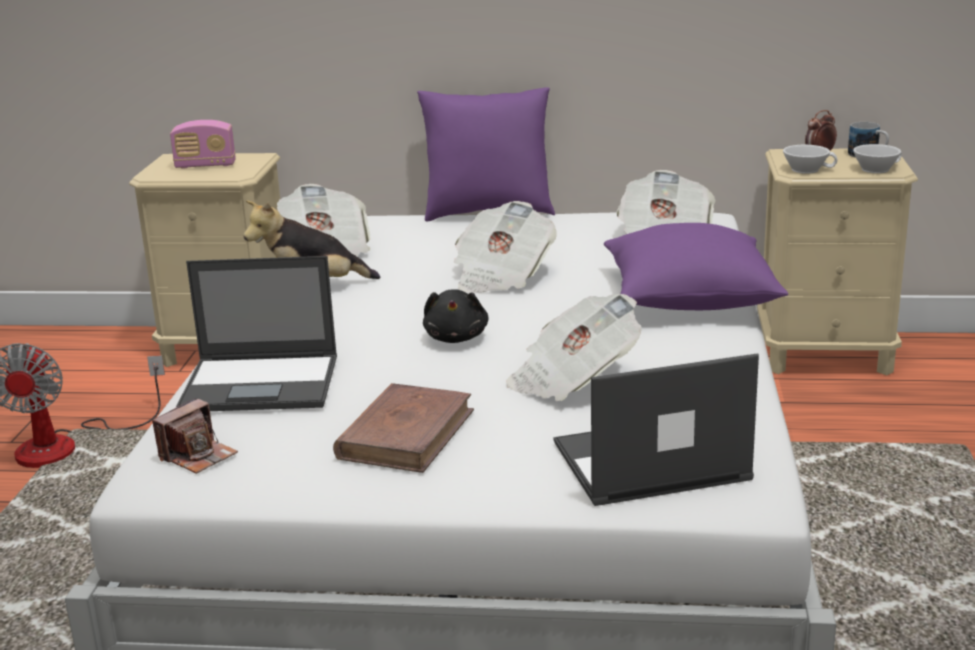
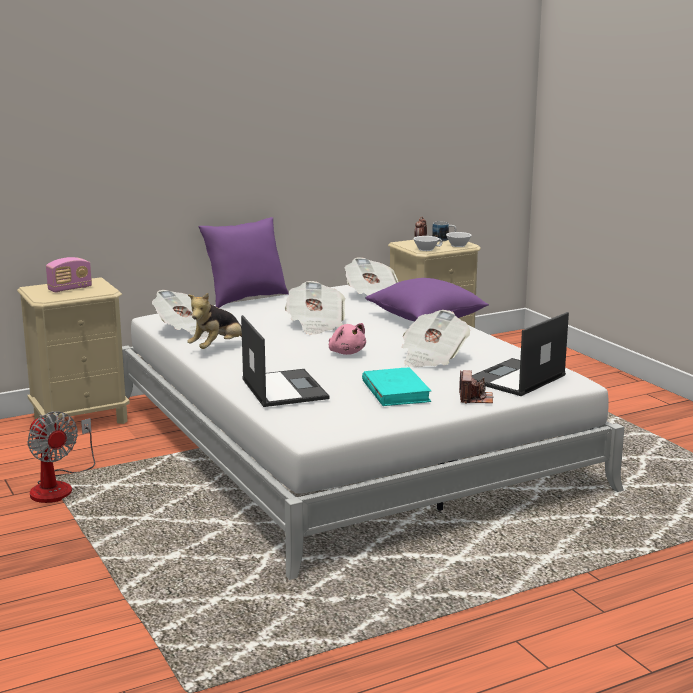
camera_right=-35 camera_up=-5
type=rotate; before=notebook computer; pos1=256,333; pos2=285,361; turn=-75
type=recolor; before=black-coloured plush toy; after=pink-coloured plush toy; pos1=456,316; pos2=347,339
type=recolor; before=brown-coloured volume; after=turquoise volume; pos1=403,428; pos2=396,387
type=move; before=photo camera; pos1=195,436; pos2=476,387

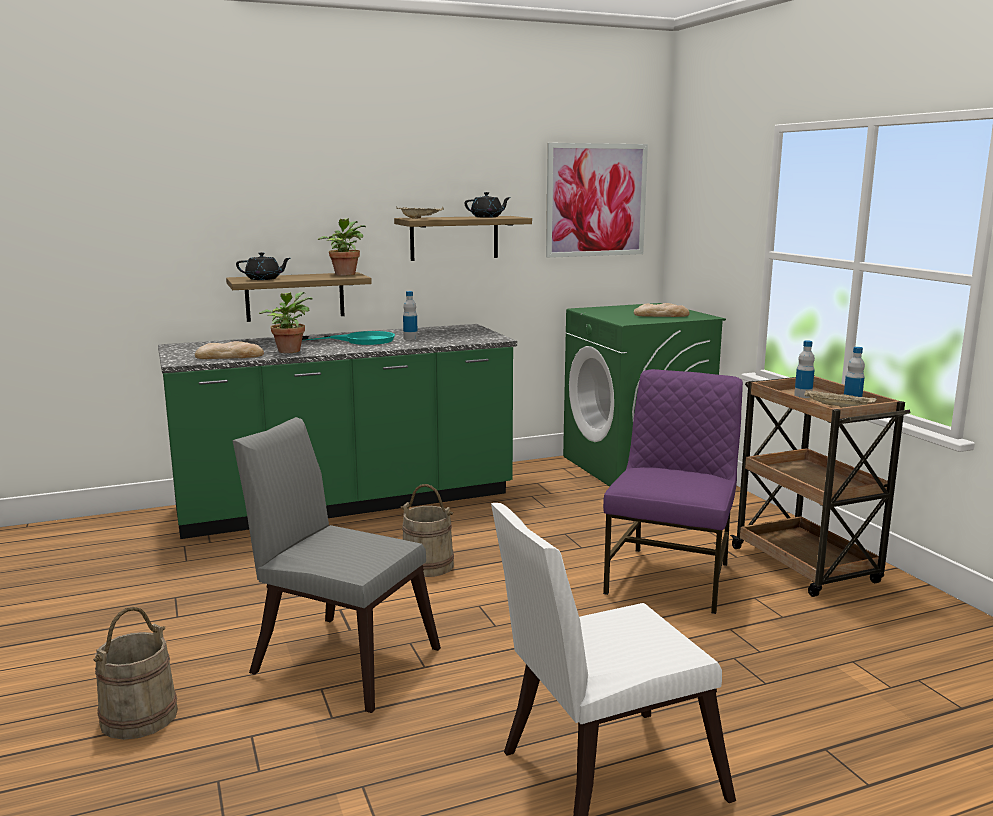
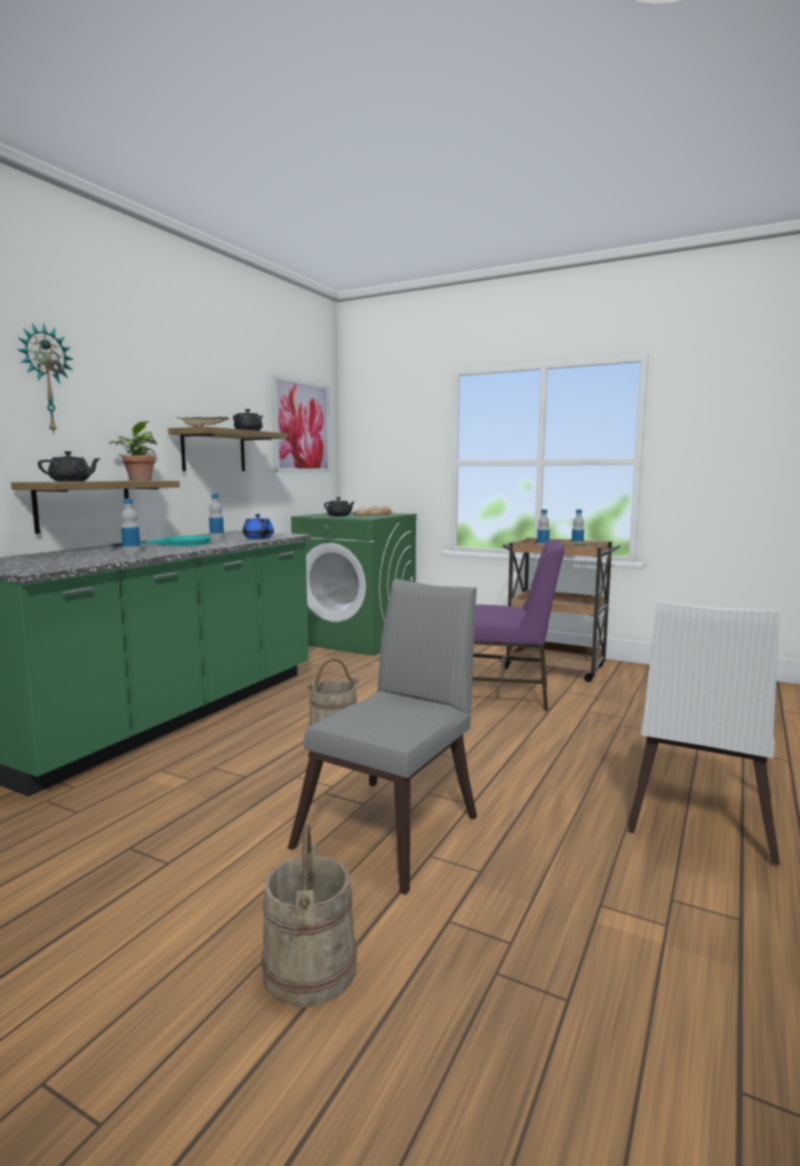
camera_right=-40 camera_up=-5
type=insert; after=clock on the wall; pos2=45,379
type=replace; before=potted plant; after=beverage bottle; pos1=285,322; pos2=131,527
type=insert; after=bluish tea pot; pos2=258,526
type=rotate; before=grey plain chair; pos1=336,565; pos2=382,737; turn=135
type=insert; after=black-coloured tea pot; pos2=339,506
type=rotate; before=purplish plain chair; pos1=673,491; pos2=518,625; turn=120
type=delete; before=baked bread; pos1=229,350

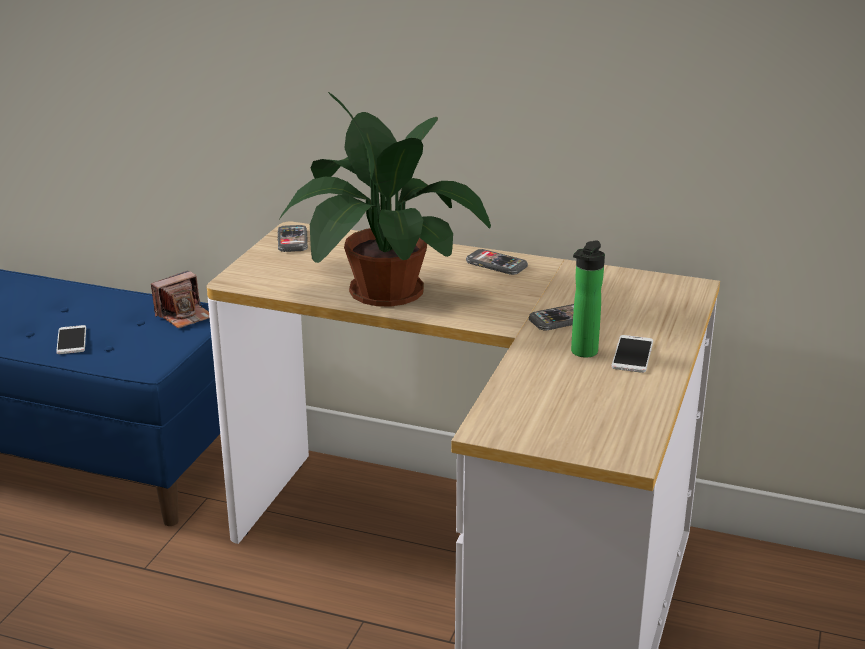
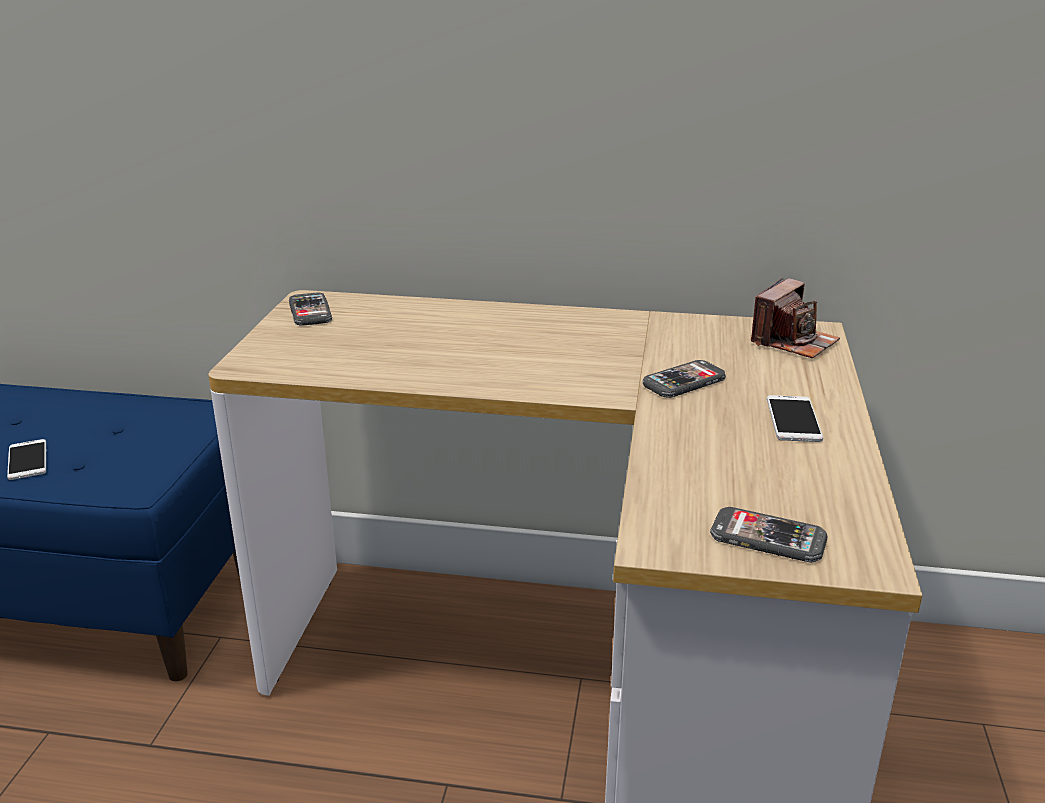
camera_right=-10 camera_up=0
type=move; before=phone; pos1=497,262; pos2=768,535
type=move; before=photo camera; pos1=180,299; pos2=795,318
type=delete; before=potted plant; pos1=385,199
type=delete; before=beverage bottle; pos1=588,299

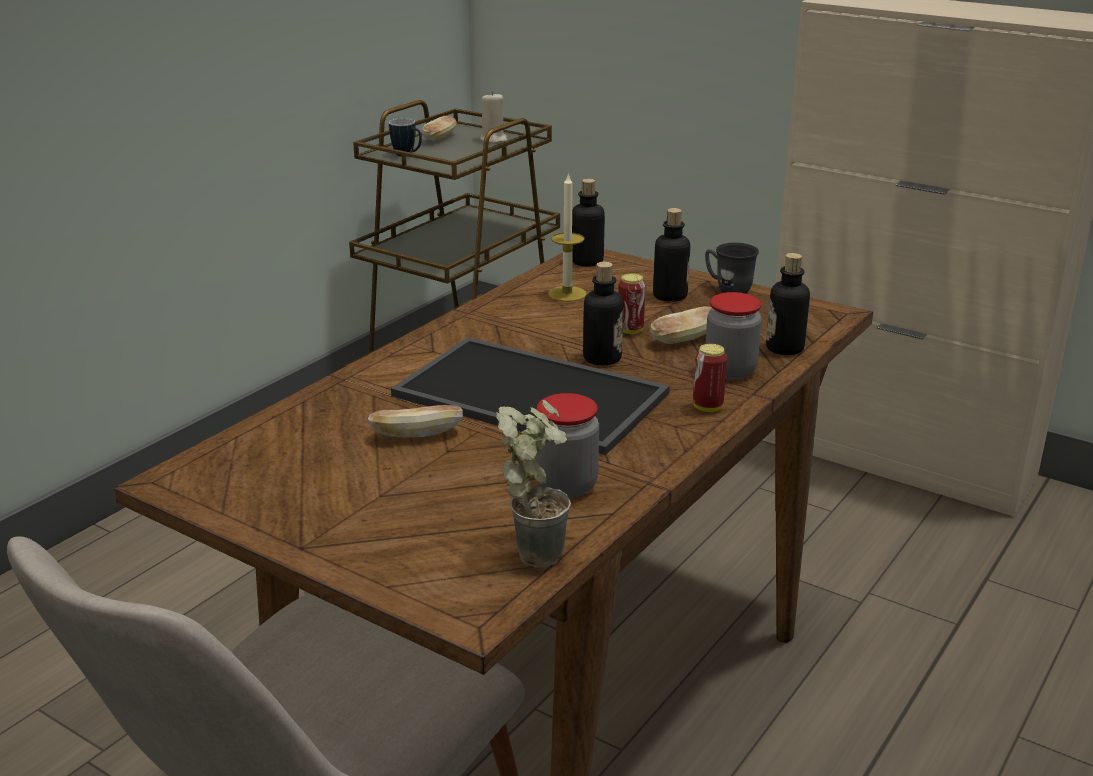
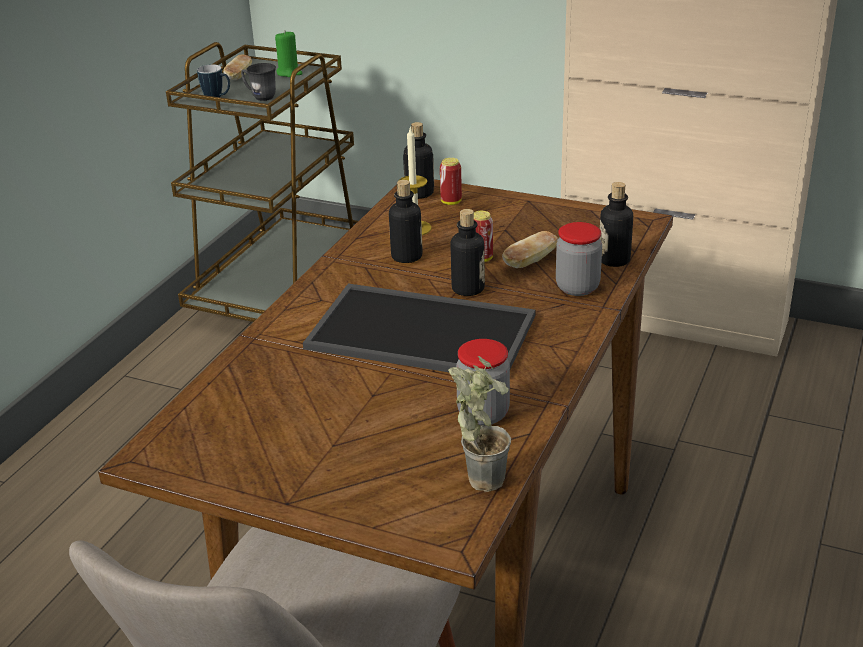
camera_right=-10 camera_up=5
type=move; before=grey mug; pos1=732,268; pos2=258,82
type=recolor; before=beige wax light; after=green wax light; pos1=494,117; pos2=289,53
type=move; before=beverage bottle; pos1=671,255; pos2=406,221
type=move; before=sealed can; pos1=710,378; pos2=451,181
type=delete; before=baked bread; pos1=415,421

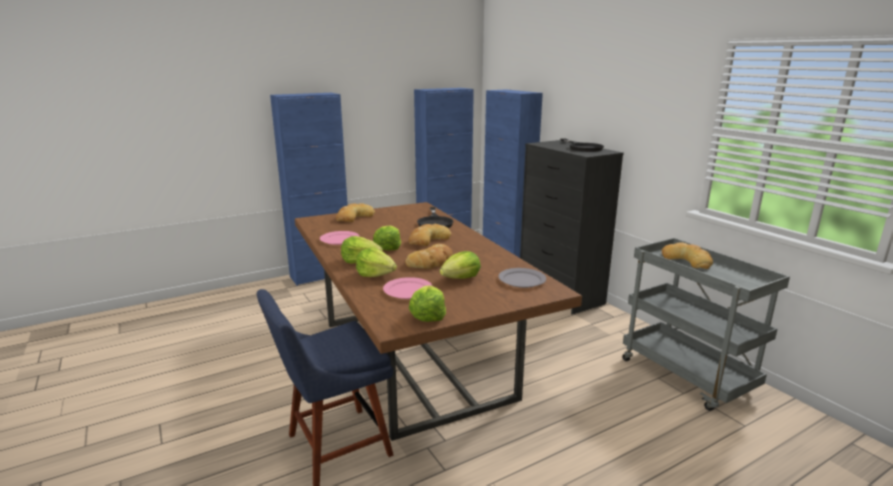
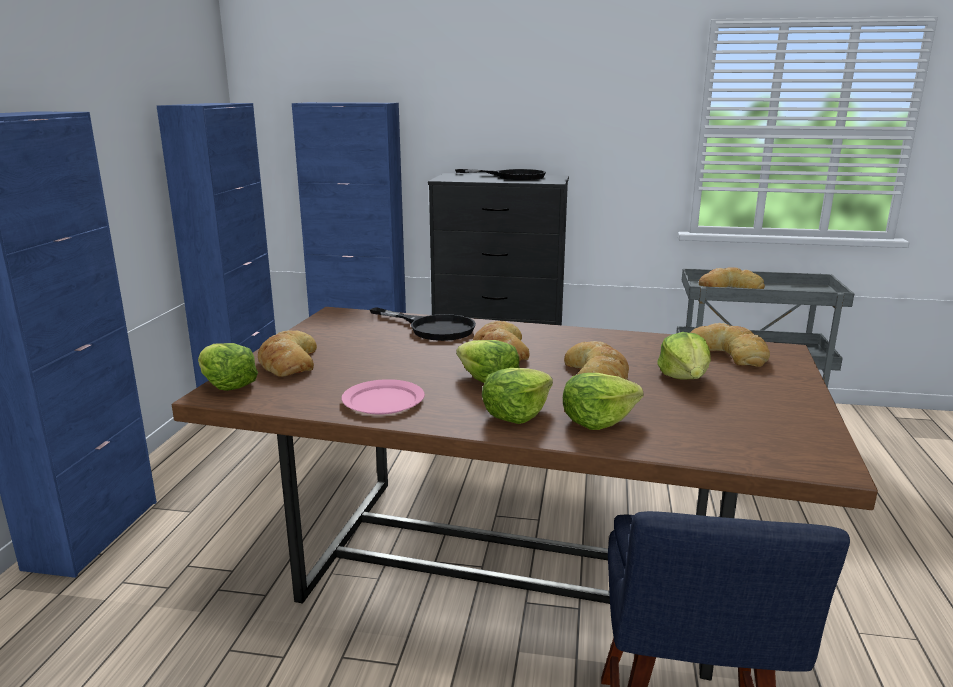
camera_right=-50 camera_up=0
type=move; before=head of lettuce; pos1=427,303; pos2=228,367
type=replace; before=grey dinner plate; after=baked bread; pos1=522,278; pos2=730,345
type=delete; before=pink-coloured dinner plate; pos1=407,288

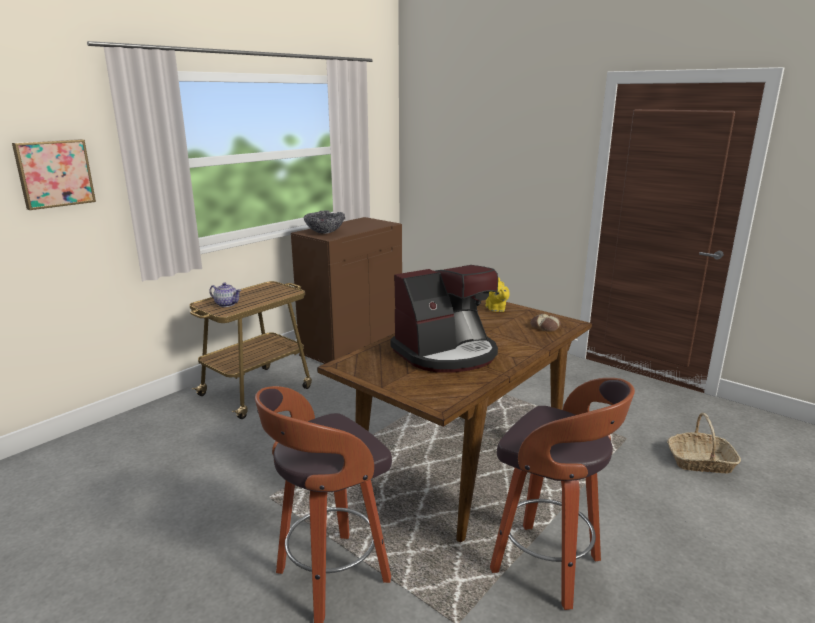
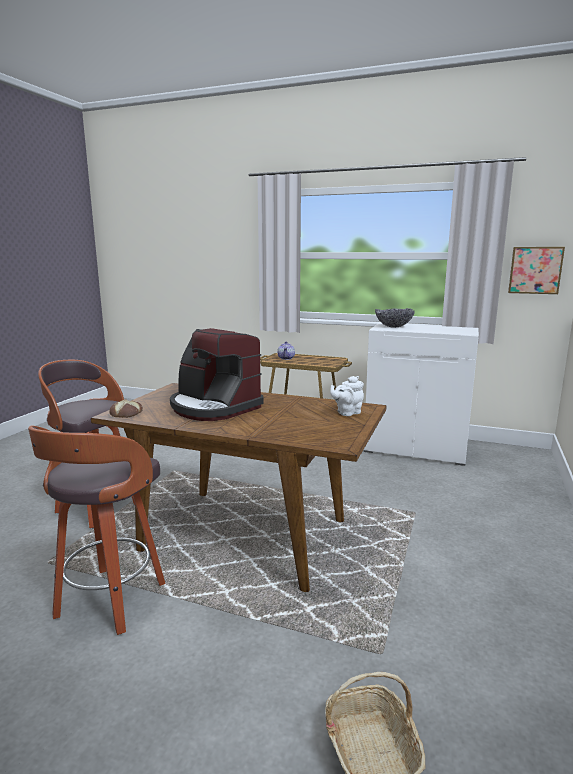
camera_right=70 camera_up=-5
type=move; before=baked bread; pos1=545,322; pos2=126,408
type=recolor; before=yellow-coloured tea pot; after=white tea pot; pos1=498,294; pos2=347,396
type=recolor; before=brown-coloured cabinet; after=white cabinet; pos1=346,290; pos2=421,394
type=move; before=wall picture; pos1=54,174; pos2=536,270

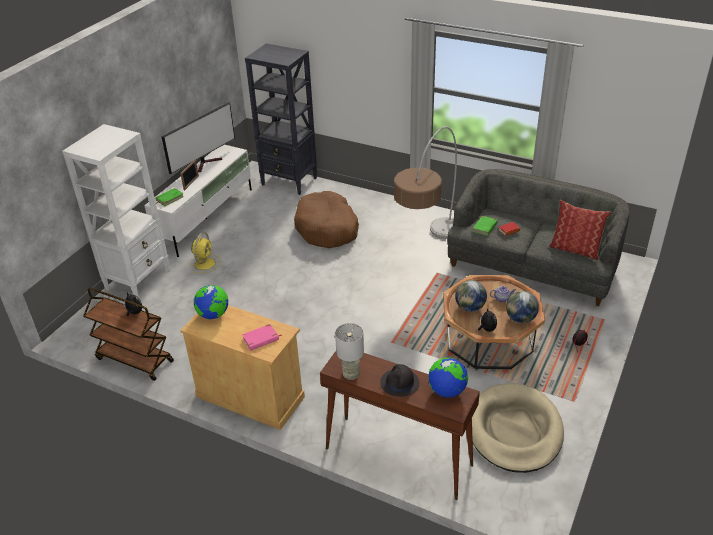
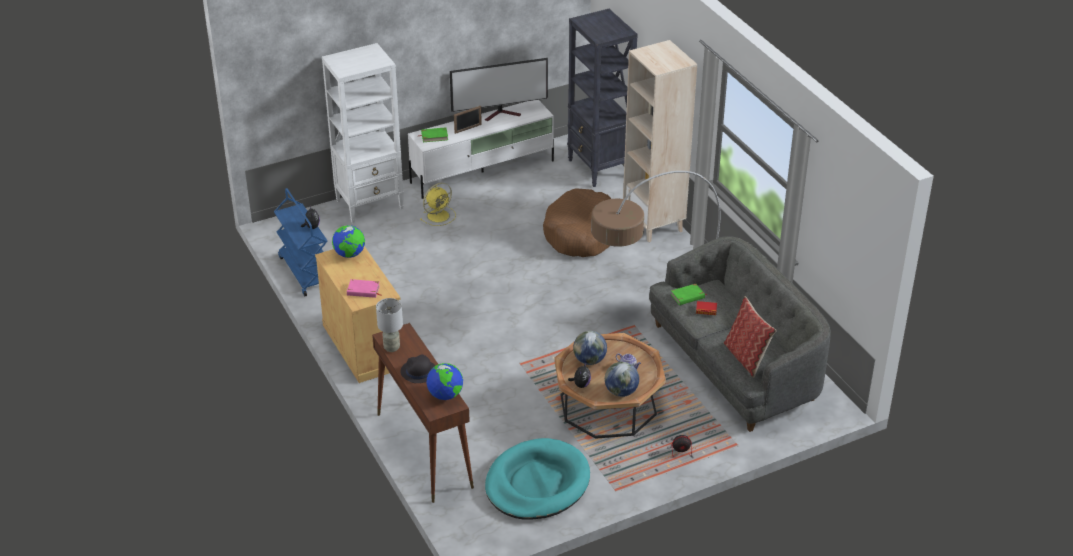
camera_right=35 camera_up=0
type=recolor; before=brown-coloured cart; after=bluish cart; pos1=128,334; pos2=301,242
type=recolor; before=beige pet bed; after=turquoise pet bed; pos1=518,428; pos2=537,479
type=insert; after=beige shelving unit; pos2=660,141

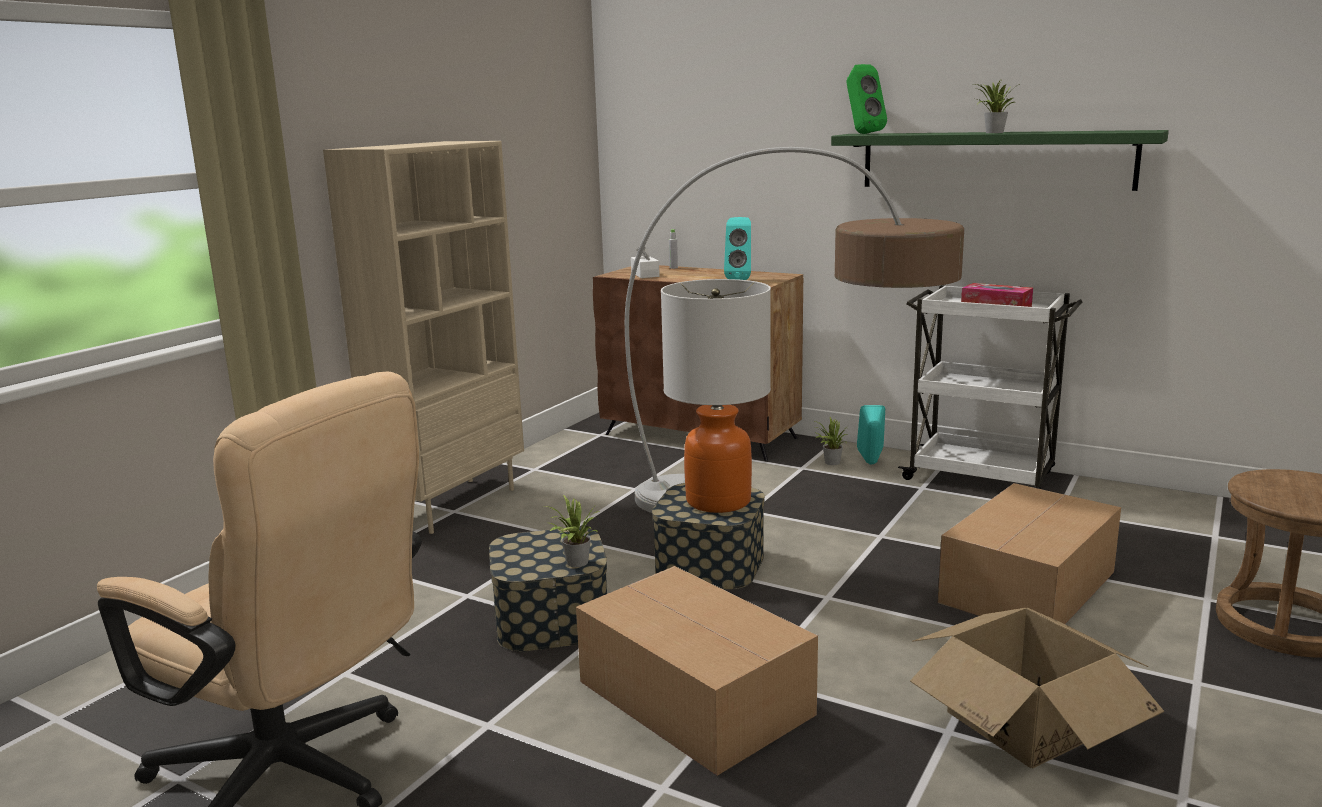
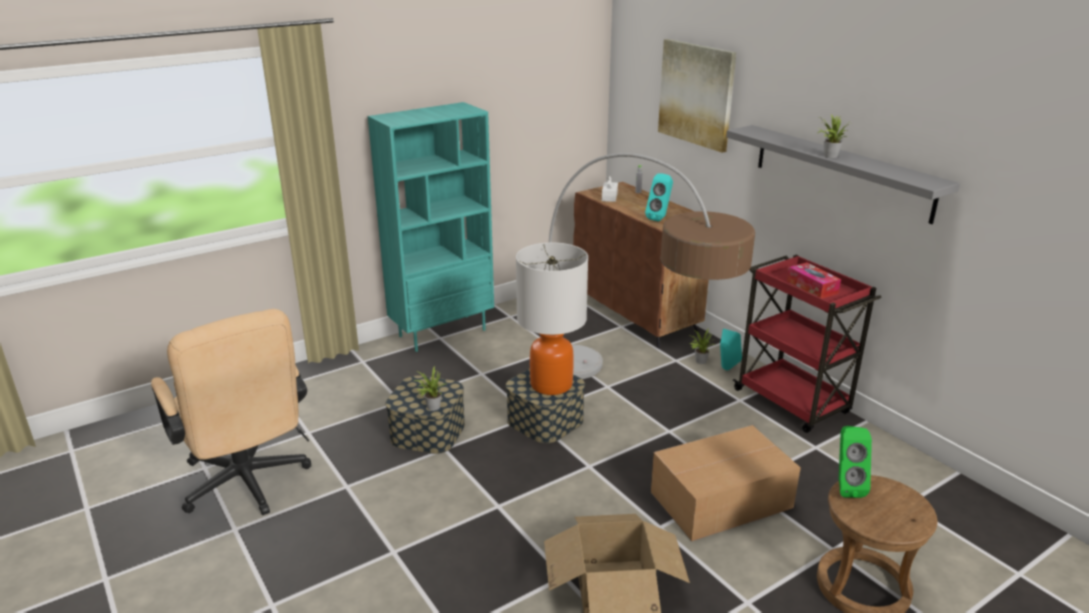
camera_right=25 camera_up=10
type=recolor; before=beige shelving unit; after=turquoise shelving unit; pos1=423,337; pos2=431,227
type=insert; after=wall picture; pos2=697,96
type=recolor; before=green bracket shelf; after=grey bracket shelf; pos1=1000,160; pos2=843,174
type=recolor; before=white cart; after=reddish cart; pos1=990,387; pos2=807,344
type=move; before=green speaker; pos1=866,99; pos2=855,462
type=delete; before=carton; pos1=697,671

